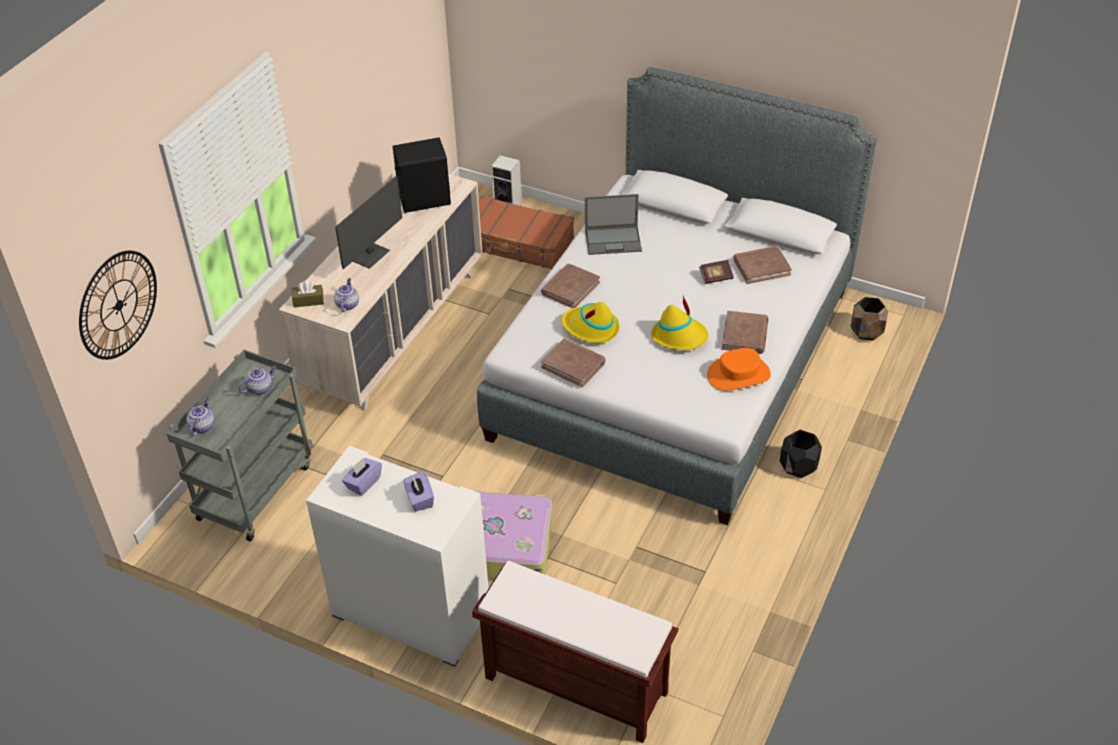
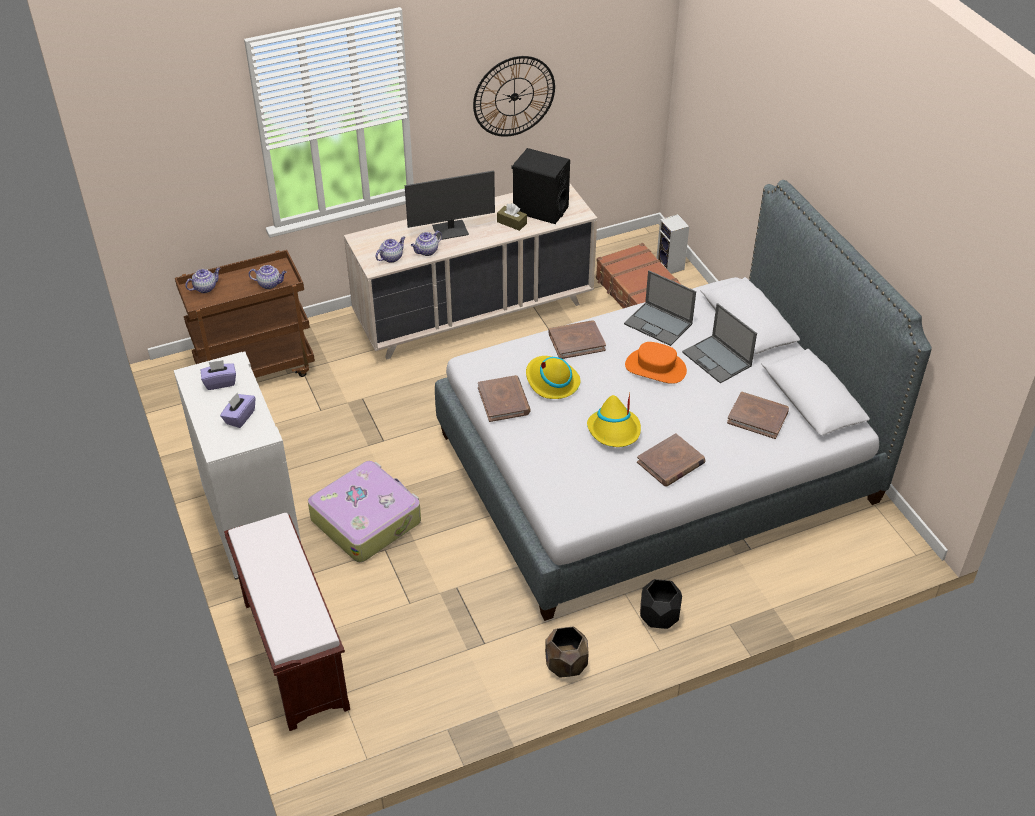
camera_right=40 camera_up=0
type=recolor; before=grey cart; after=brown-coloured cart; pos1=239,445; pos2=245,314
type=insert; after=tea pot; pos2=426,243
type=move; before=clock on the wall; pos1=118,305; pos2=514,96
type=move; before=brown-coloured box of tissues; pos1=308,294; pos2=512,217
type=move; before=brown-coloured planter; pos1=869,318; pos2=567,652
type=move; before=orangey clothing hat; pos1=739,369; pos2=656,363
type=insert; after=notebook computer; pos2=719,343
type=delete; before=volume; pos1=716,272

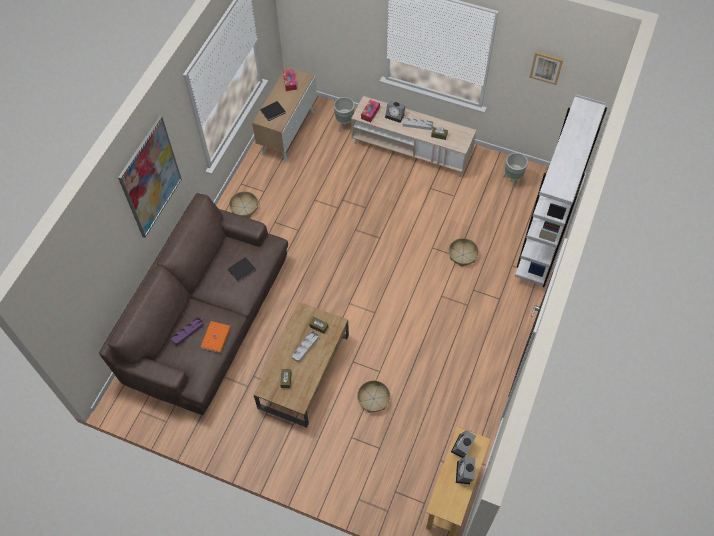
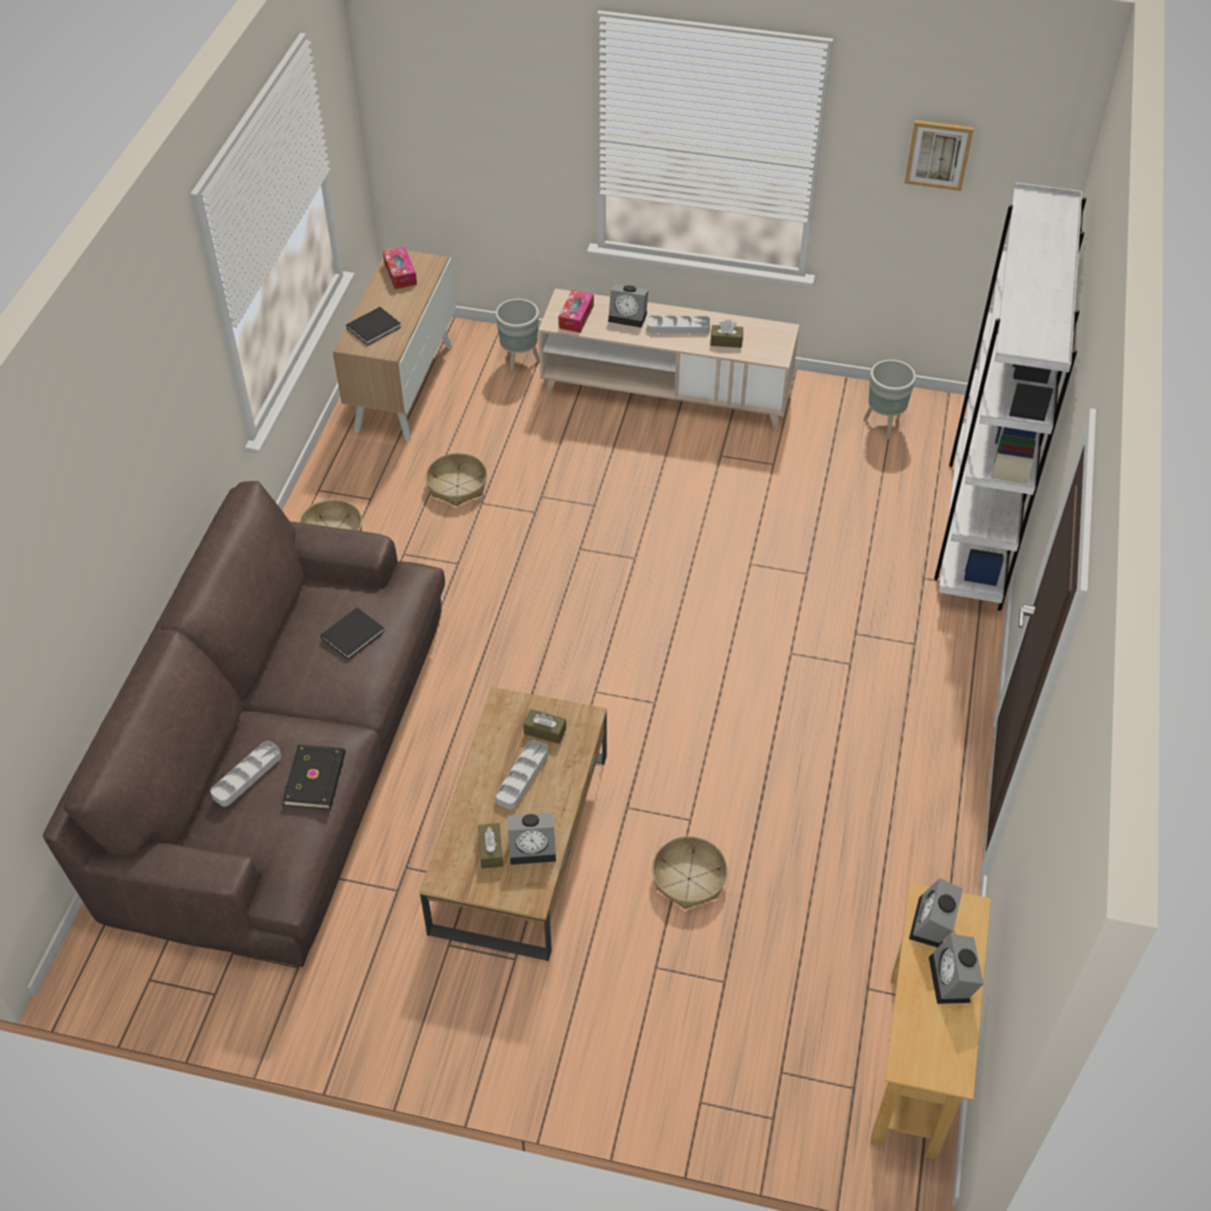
camera_right=-10 camera_up=-10
type=recolor; before=purplish serving tray; after=grey serving tray; pos1=187,331; pos2=245,774
type=recolor; before=orangey volume; after=black-coloured volume; pos1=215,337; pos2=314,777
type=move; before=storage basket; pos1=464,252; pos2=456,479
type=insert; after=table clock; pos2=531,839
type=delete; before=wall picture; pos1=150,177

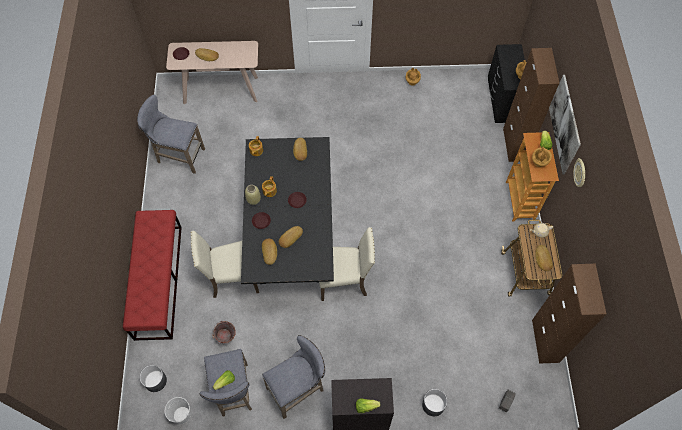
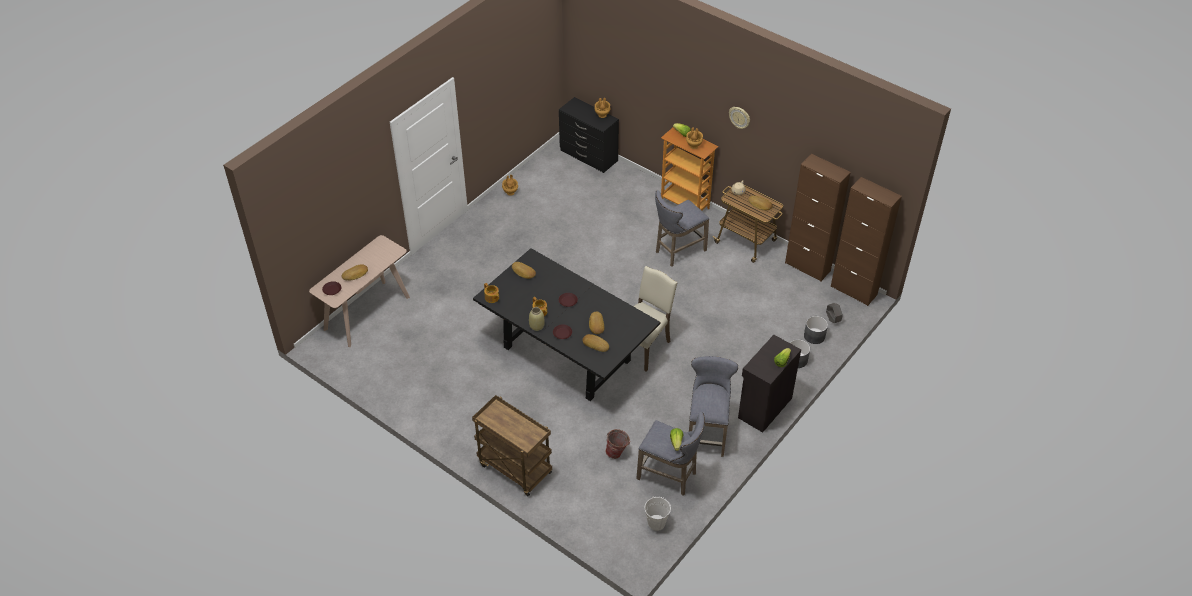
camera_right=-50 camera_up=-15
type=replace; before=reddish long seat; after=brown-coloured cart; pos1=152,275; pos2=512,445
type=move; before=grey stool seat; pos1=171,134; pos2=682,228
type=move; before=grey planter; pos1=153,378; pos2=816,330
type=move; before=brown-coloured cabinet; pos1=531,105; pos2=866,241
type=delete; before=beige plain chair; pos1=224,264
type=delete; before=wall picture; pos1=565,125

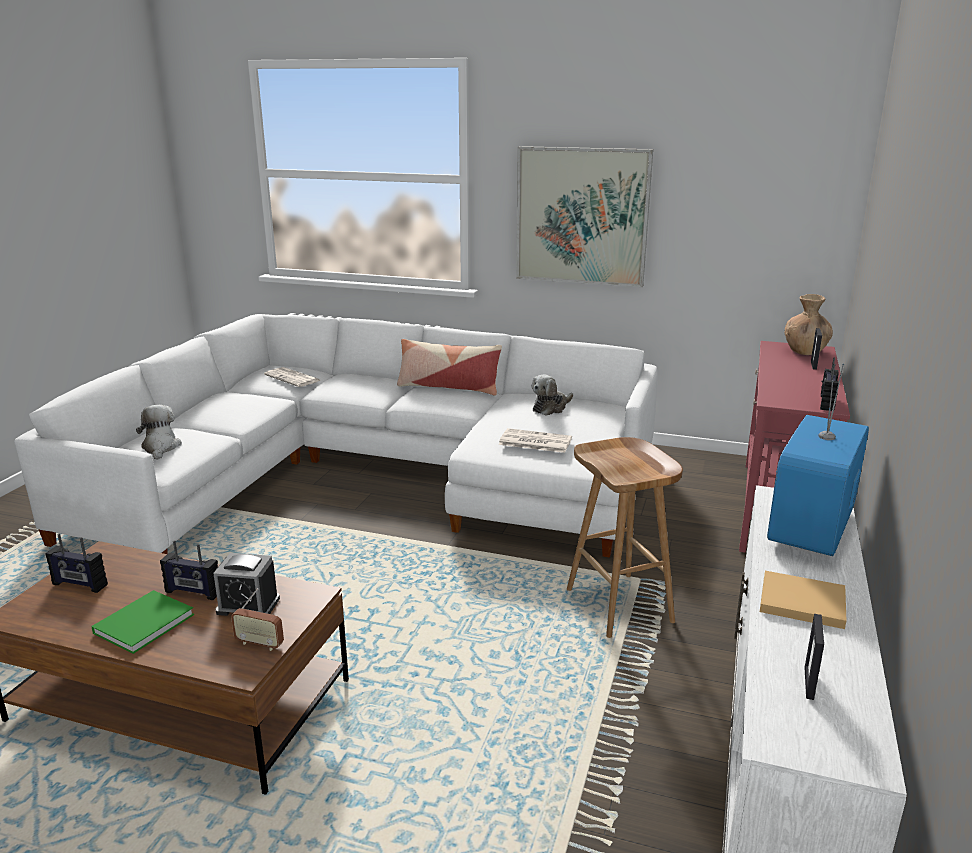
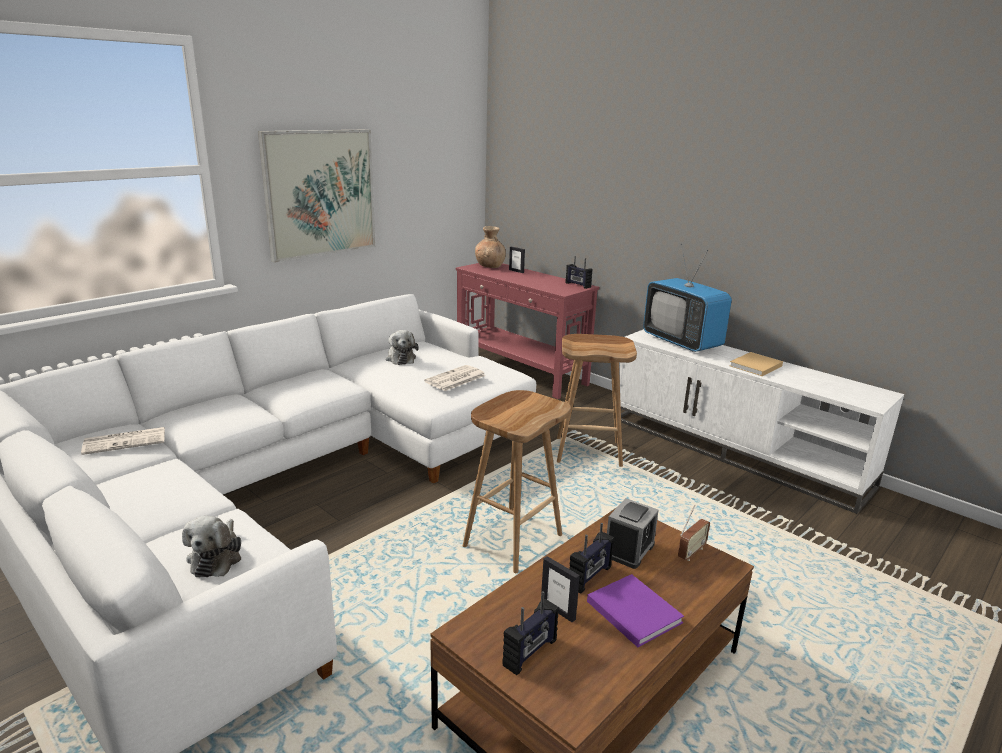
camera_right=-65 camera_up=0
type=rotate; before=plush toy; pos1=159,432; pos2=211,546; turn=-105
type=insert; after=brown-coloured stool seat; pos2=517,481
type=move; before=photo frame; pos1=814,657; pos2=560,589
type=recolor; before=green volume; after=purplish volume; pos1=142,622; pos2=635,610
type=delete; before=pillow; pos1=449,367

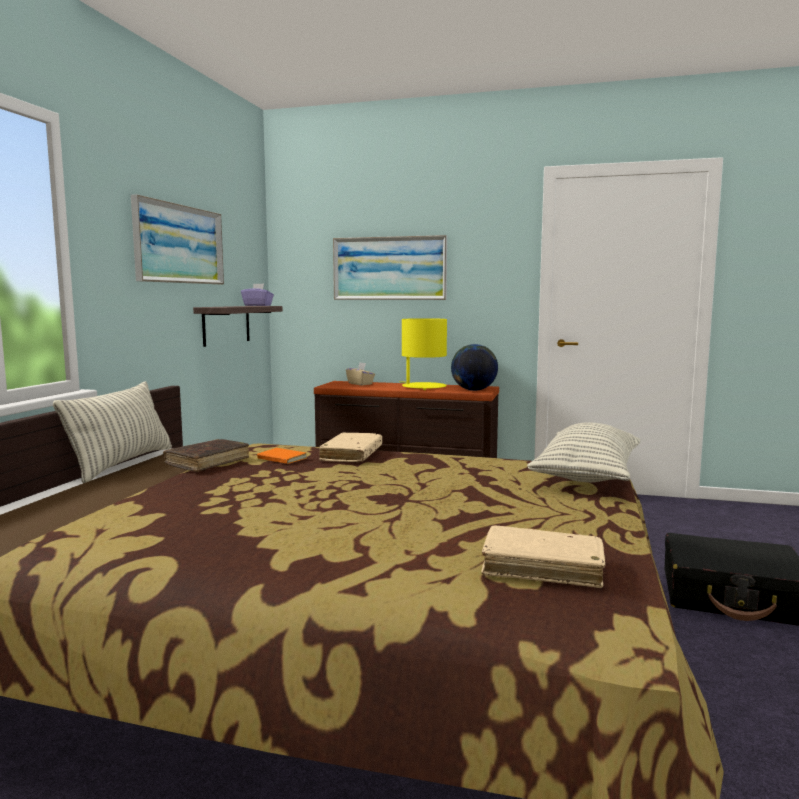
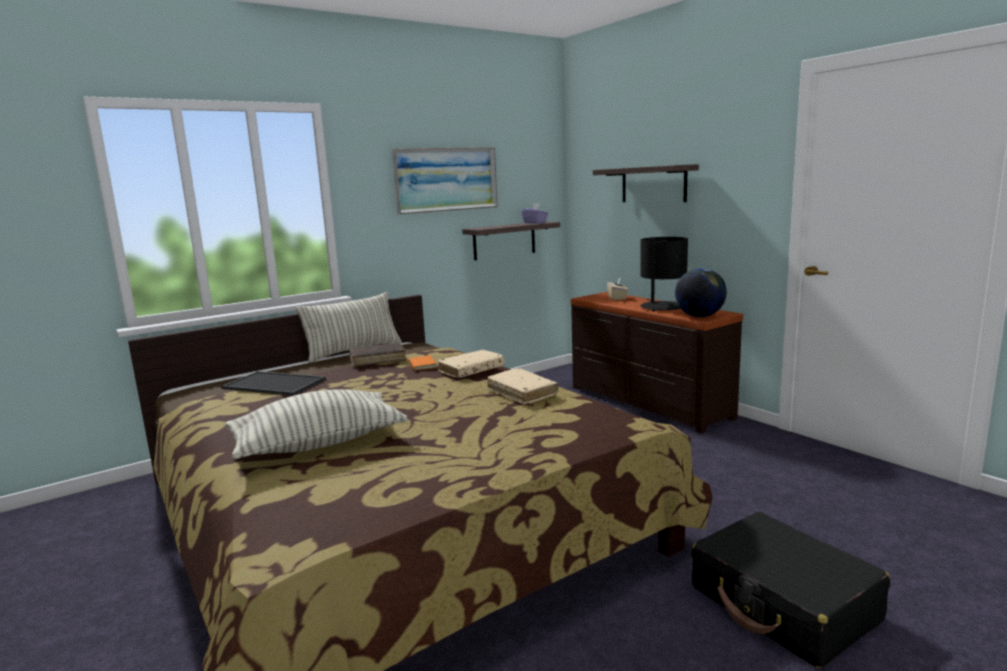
camera_right=40 camera_up=5
type=insert; after=serving tray; pos2=273,383
type=move; before=pillow; pos1=583,452; pos2=316,424
type=move; before=beige volume; pos1=543,556; pos2=522,386
type=replace; before=wall picture; after=bracket shelf; pos1=390,267; pos2=646,183
type=recolor; before=yellow-coloured tabletop lamp; after=black-coloured tabletop lamp; pos1=423,354; pos2=664,274

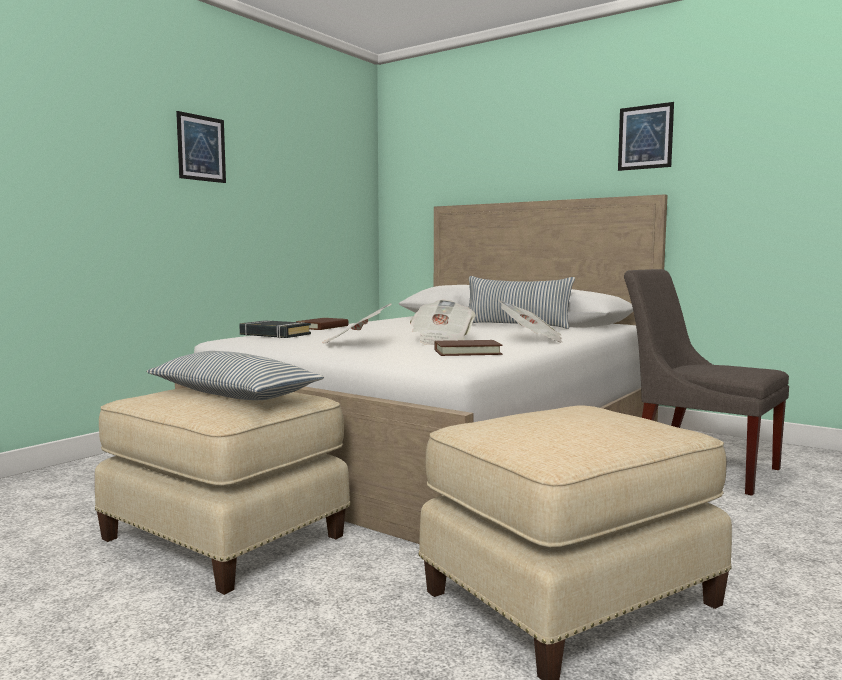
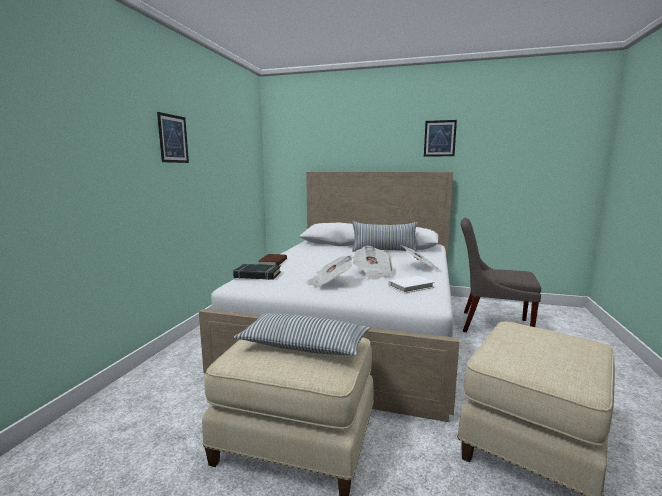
camera_right=-20 camera_up=5
type=recolor; before=brown-coloured volume; after=white volume; pos1=468,348; pos2=411,284

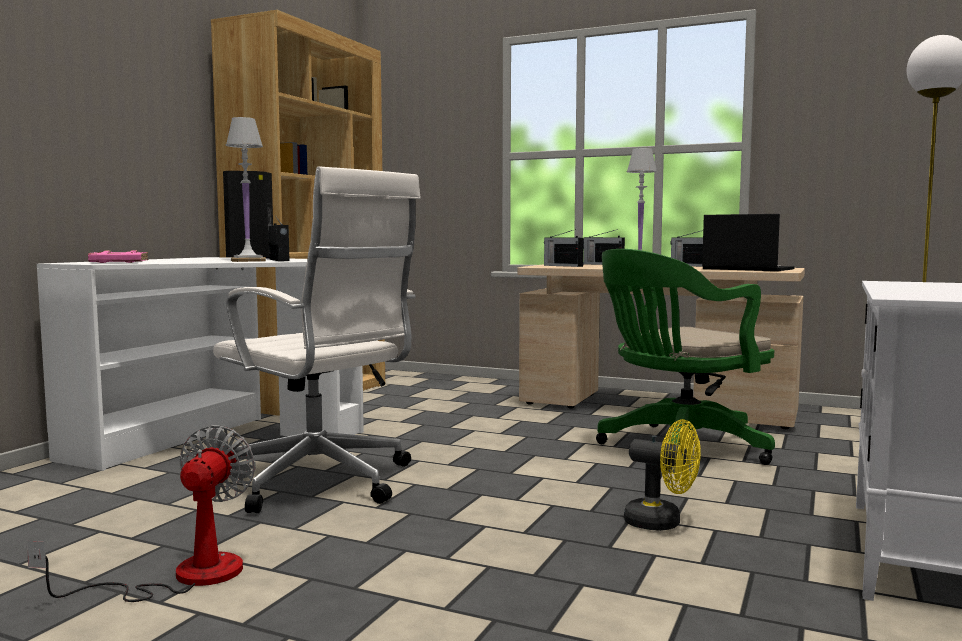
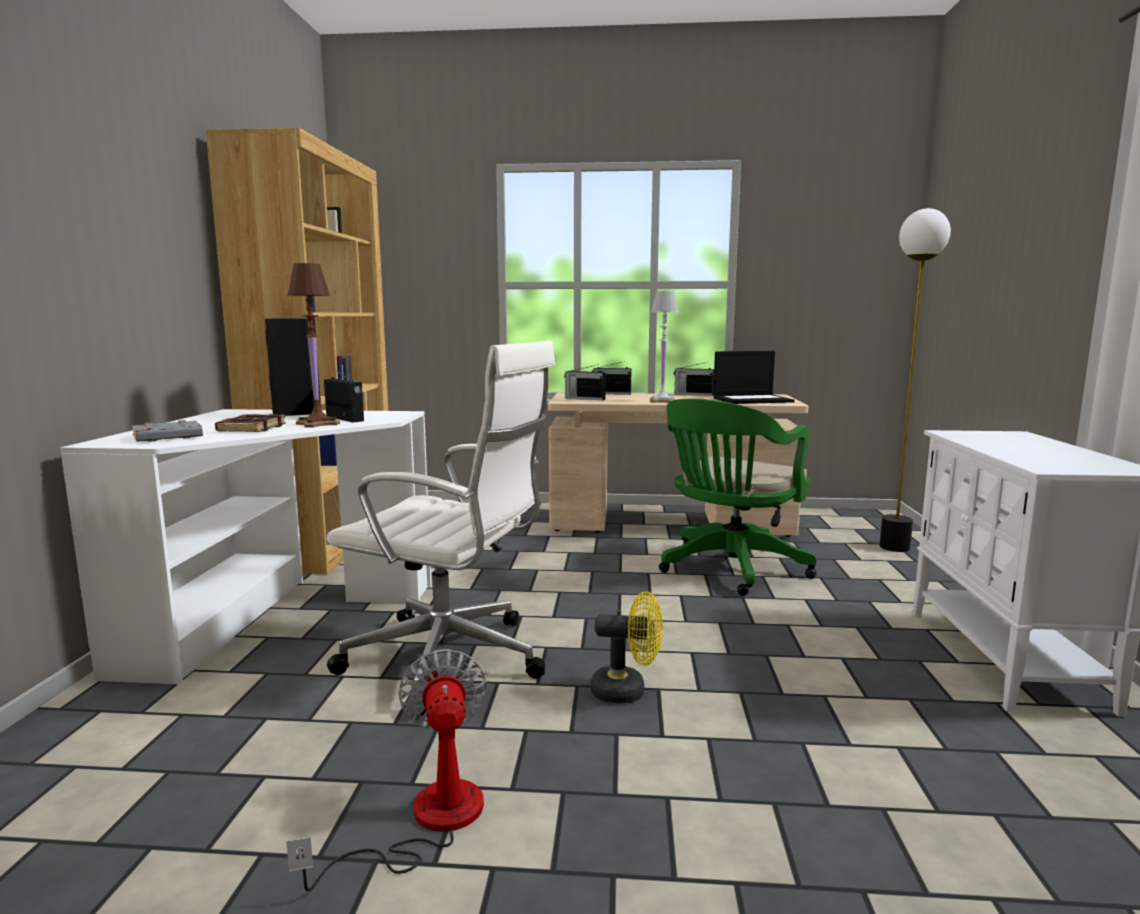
camera_right=-20 camera_up=5
type=recolor; before=pink-coloured volume; after=grey volume; pos1=118,256; pos2=167,431
type=insert; after=brown-coloured volume; pos2=250,423
type=recolor; before=white tabletop lamp; after=brown-coloured tabletop lamp; pos1=246,189; pos2=313,345
type=move; before=yellow-coloured cooling fan; pos1=662,475; pos2=627,647
type=rotate; before=notebook computer; pos1=748,242; pos2=754,377; turn=150

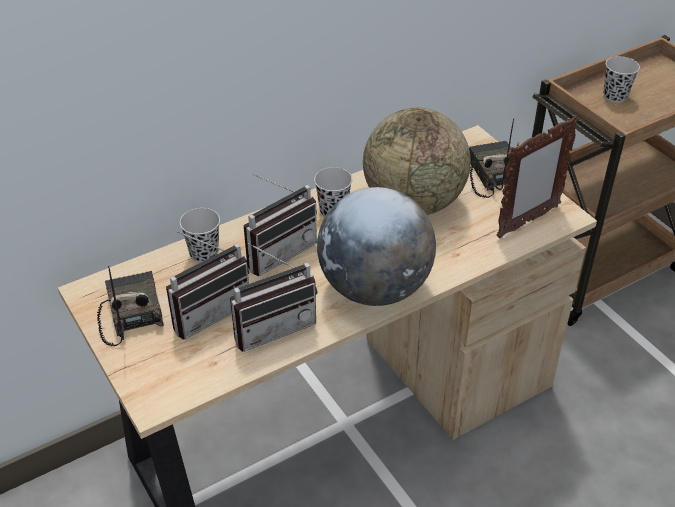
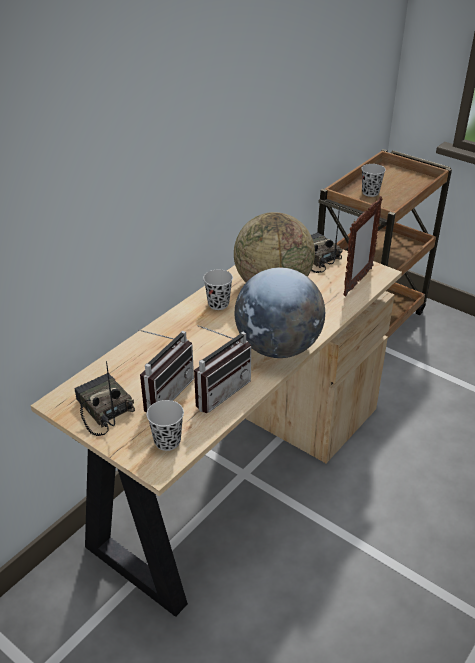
camera_right=-20 camera_up=-5
type=move; before=black-coloured drinking cup; pos1=200,235; pos2=165,425
type=delete; before=radio; pos1=280,225

